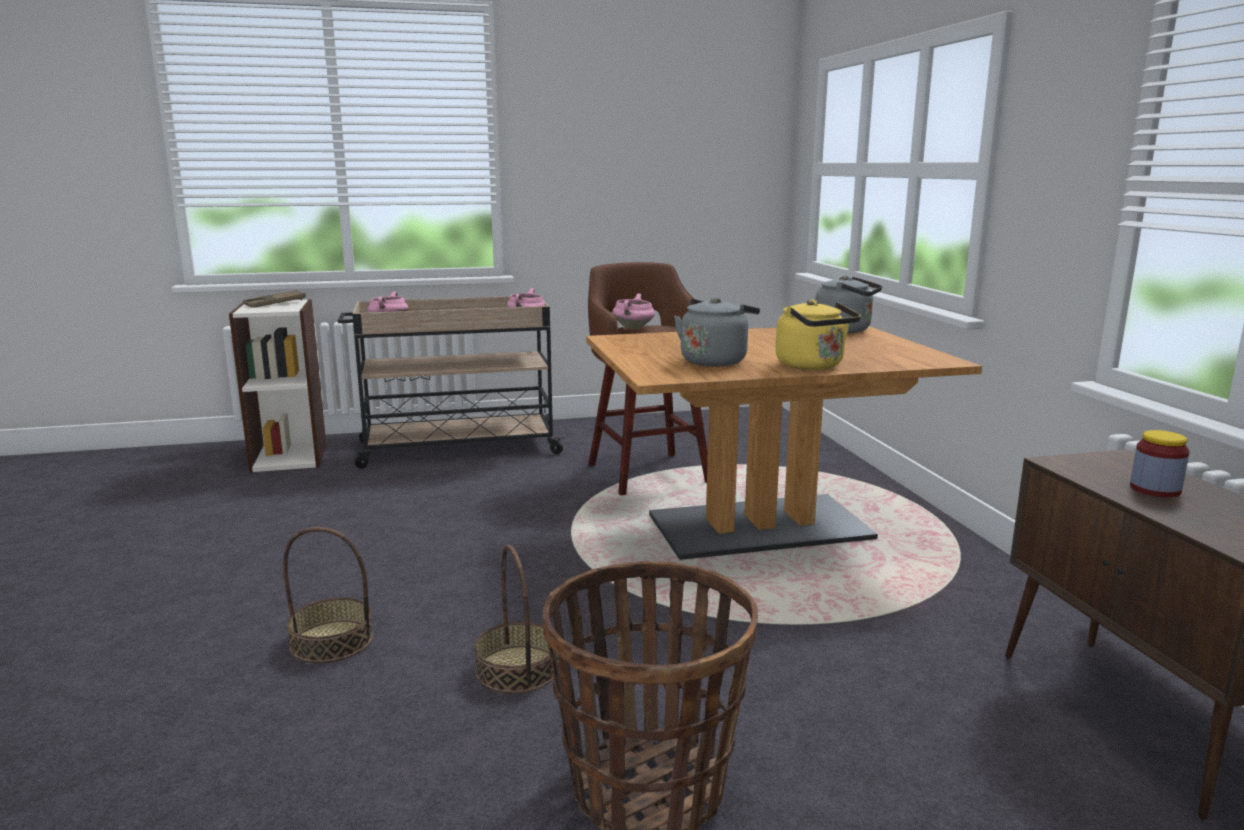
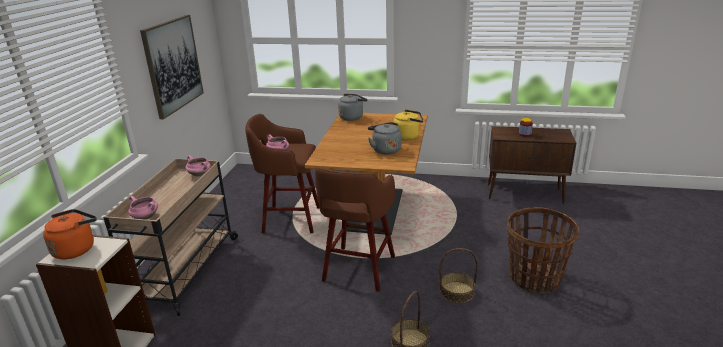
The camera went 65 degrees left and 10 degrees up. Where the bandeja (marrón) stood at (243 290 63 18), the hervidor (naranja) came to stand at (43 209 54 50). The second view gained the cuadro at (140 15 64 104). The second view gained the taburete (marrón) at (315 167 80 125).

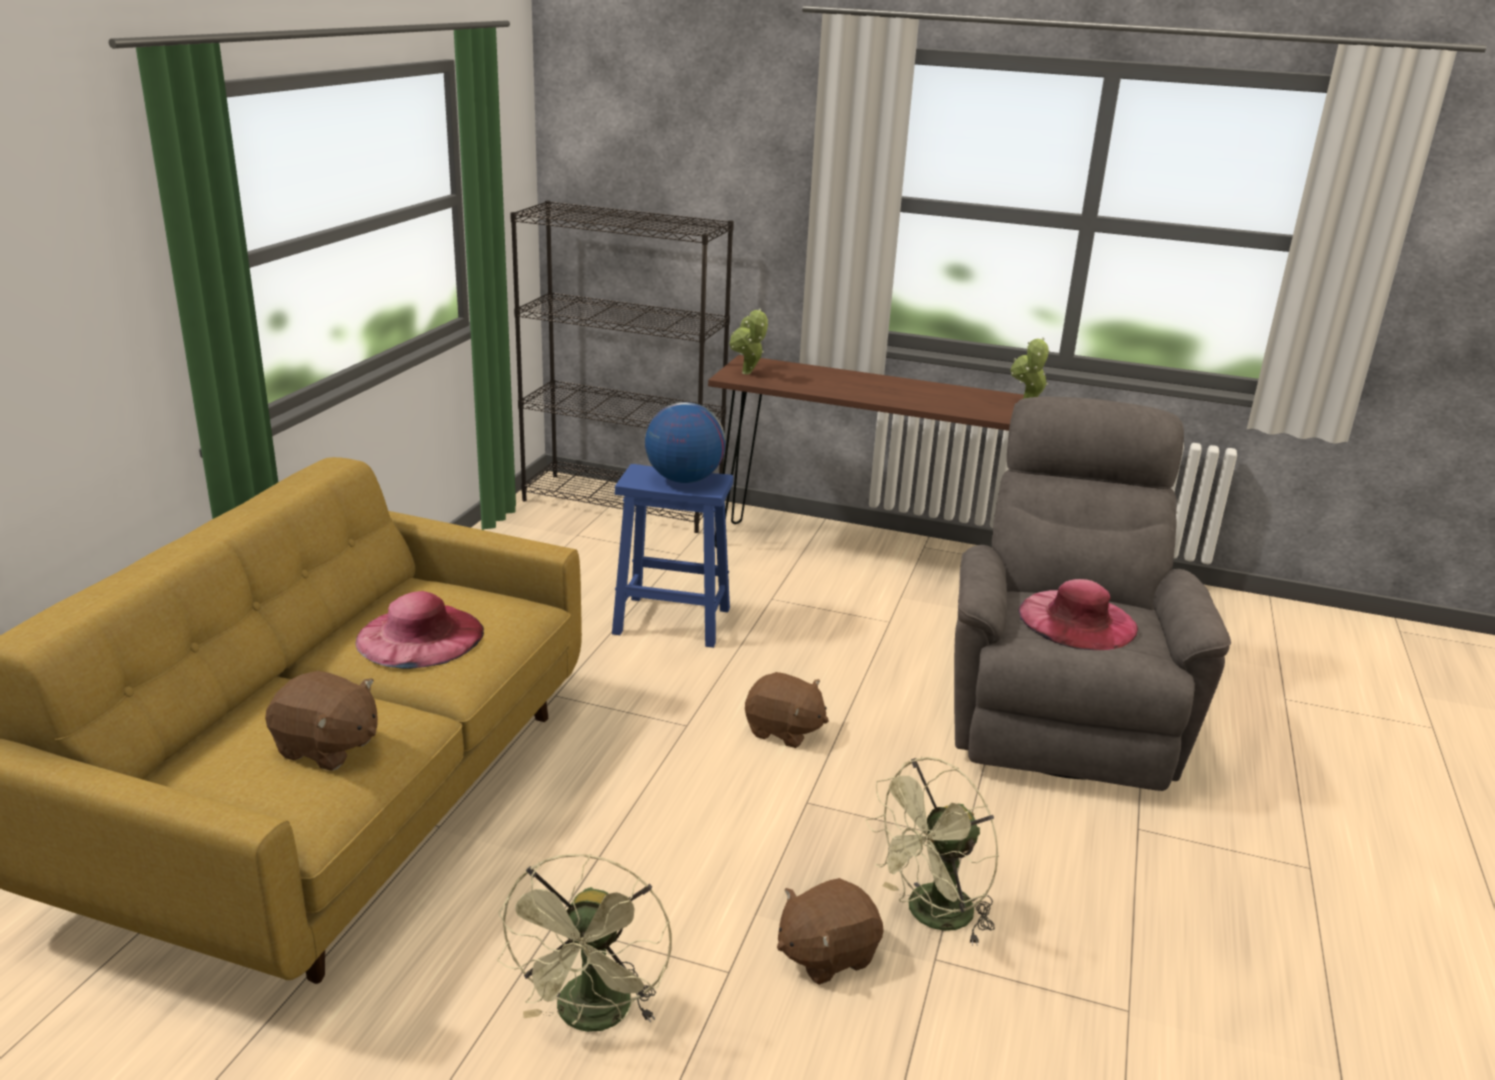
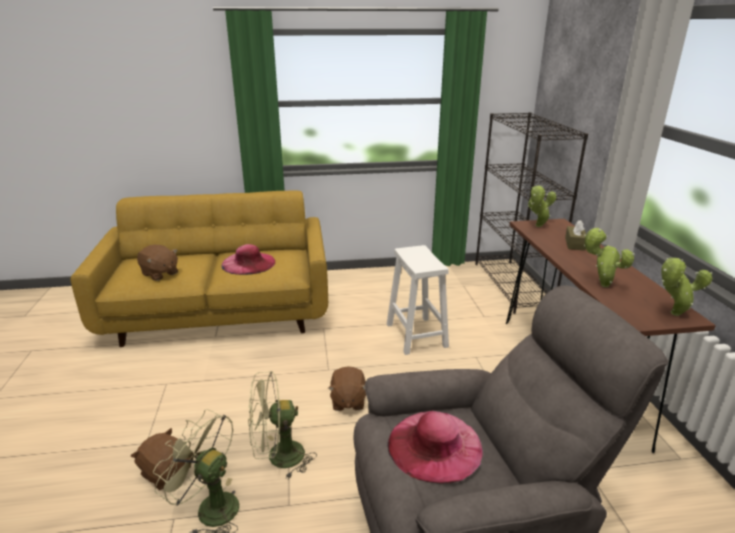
The camera went 65 degrees right and 0 degrees up. The peluche (marrón) at (265 671 113 100) ended up facing another way, 45 degrees counterclockwise from before. The ventilador (verde) ended up elsewhere, having gone from (497 854 175 178) to (248 371 69 108). What was the taburete (azul) at (612 464 121 184) turned into the taburete (blanco) at (387 245 62 110). The second view gained the caja de pañuelos (marrón) at (565 220 21 31). The second view gained the planta en maceta at (584 228 51 59). The second view lost the globo terráqueo at (645 402 81 81).

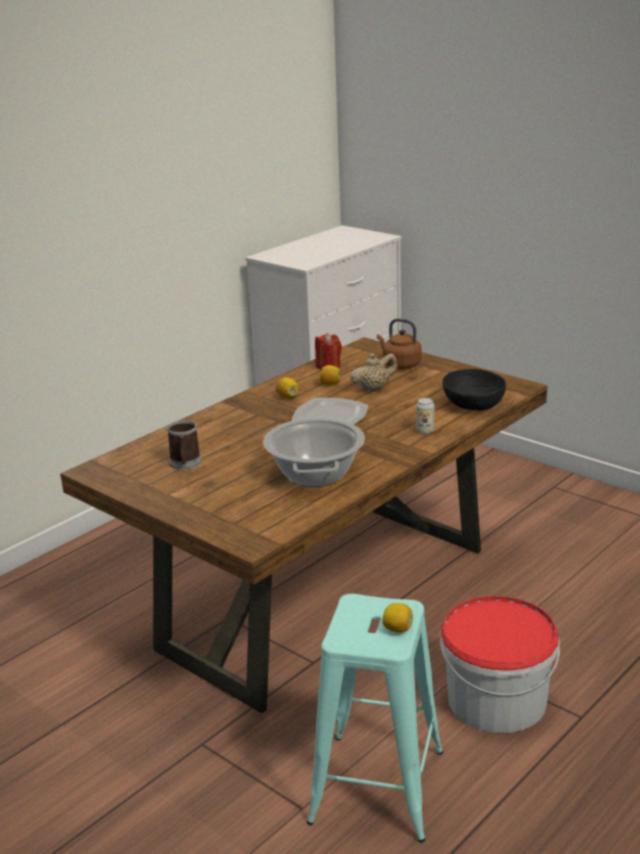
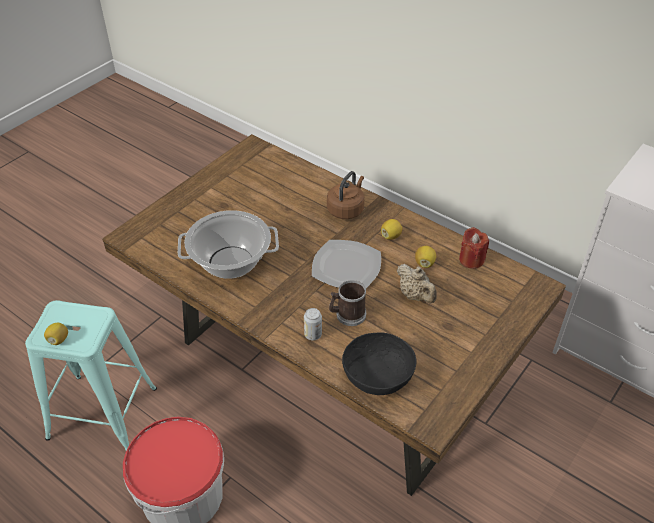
The camera went 85 degrees right and 20 degrees up. The hervidor (marrón) ended up elsewhere, having gone from (377 319 45 50) to (327 171 37 48). The taza grande ended up elsewhere, having gone from (167 420 35 50) to (329 280 37 46).

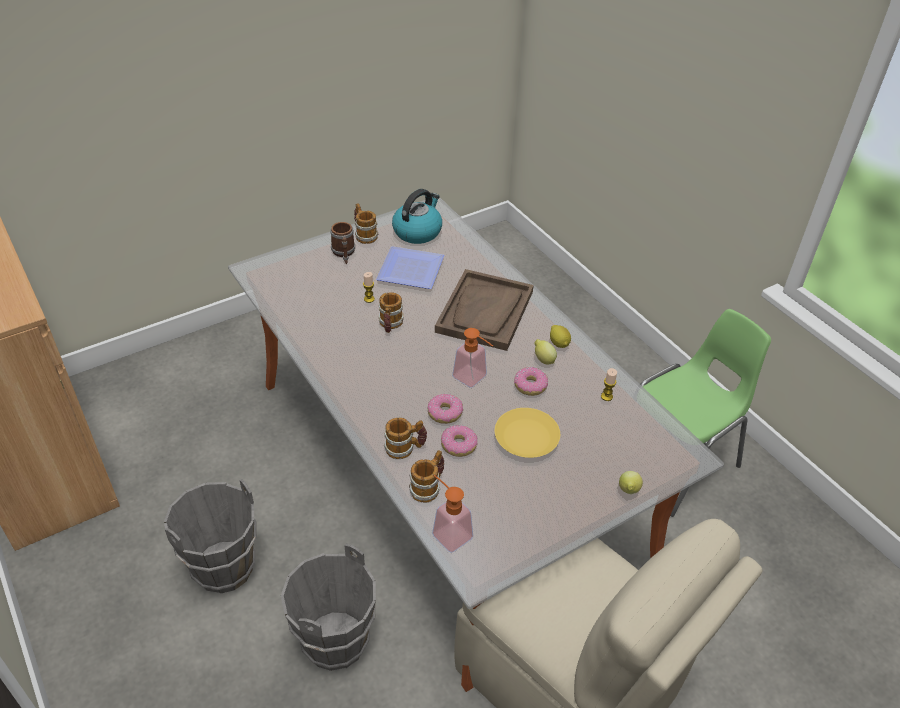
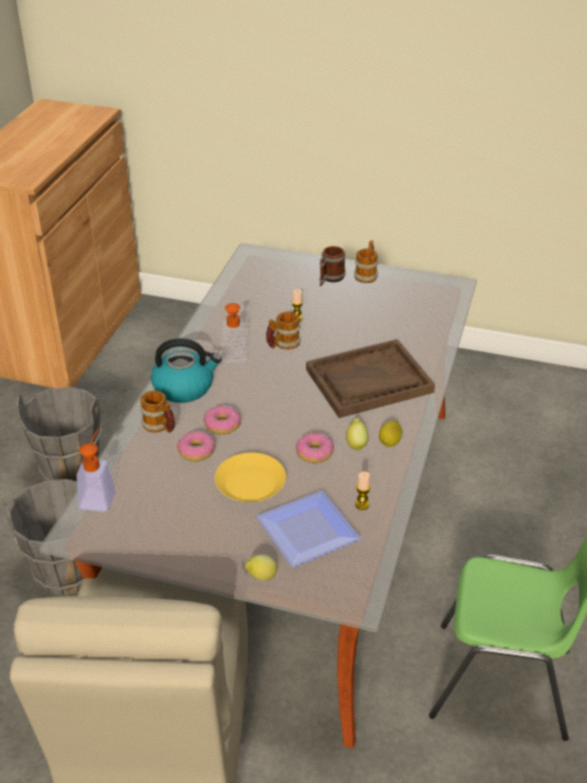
The camera went 50 degrees right and 5 degrees down. The hervidor ended up elsewhere, having gone from (392 189 50 55) to (151 338 71 65). The dispensador de jabón ended up elsewhere, having gone from (452 328 41 60) to (221 303 27 60). The plato ended up elsewhere, having gone from (376 246 68 43) to (256 490 105 77). The second view lost the taza grande at (409 450 35 53).

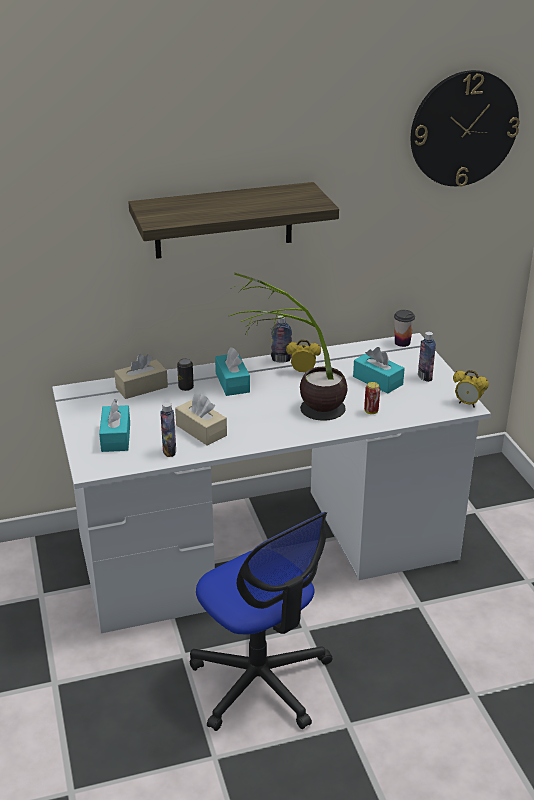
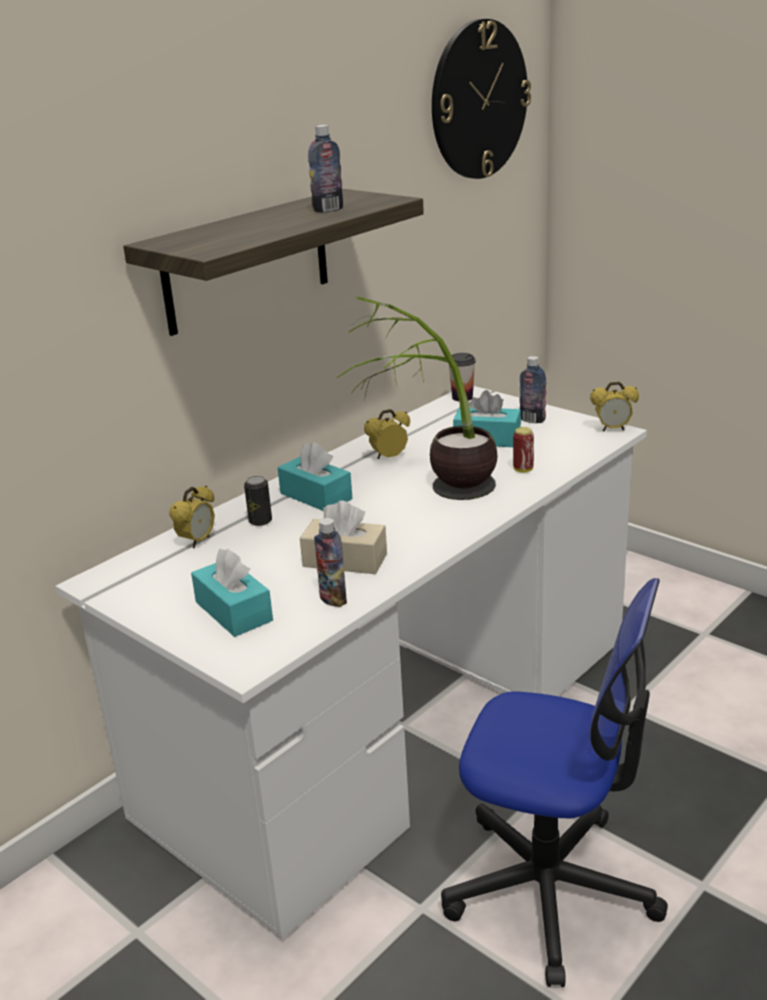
The camera went 30 degrees left and 5 degrees down. Where the caja de pañuelos (beis) stood at (114 354 54 45), the despertador came to stand at (169 486 46 62). The botella ended up elsewhere, having gone from (271 315 21 48) to (308 125 35 88).

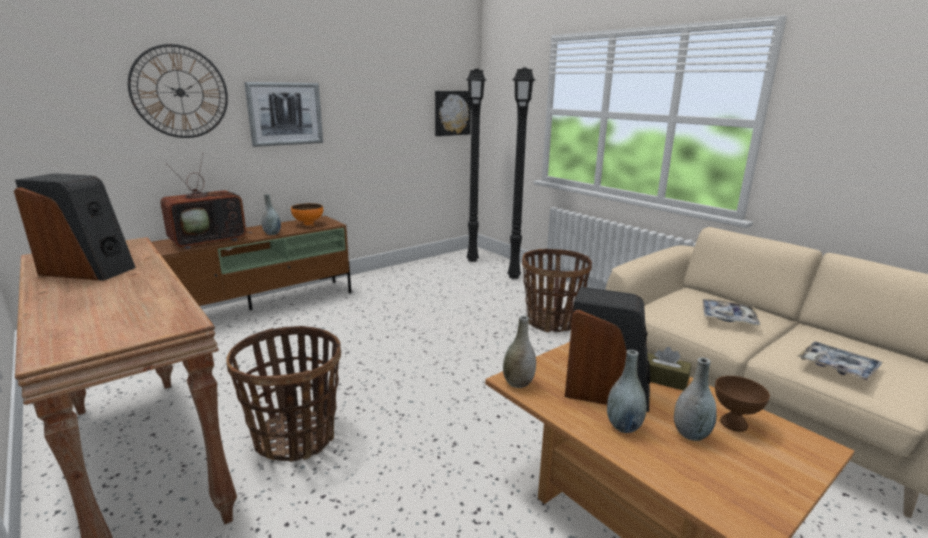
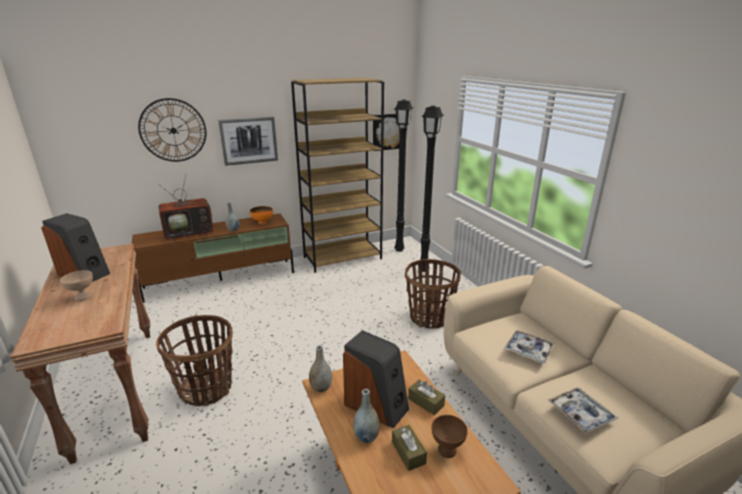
The camera went 15 degrees right and 5 degrees up. The second view gained the cuenco (beis) at (60 270 33 31). The second view gained the estantería (marrón) at (291 78 93 195). Where the florero (gris) stood at (674 357 43 84), the caja de pañuelos (marrón) came to stand at (392 425 35 46).

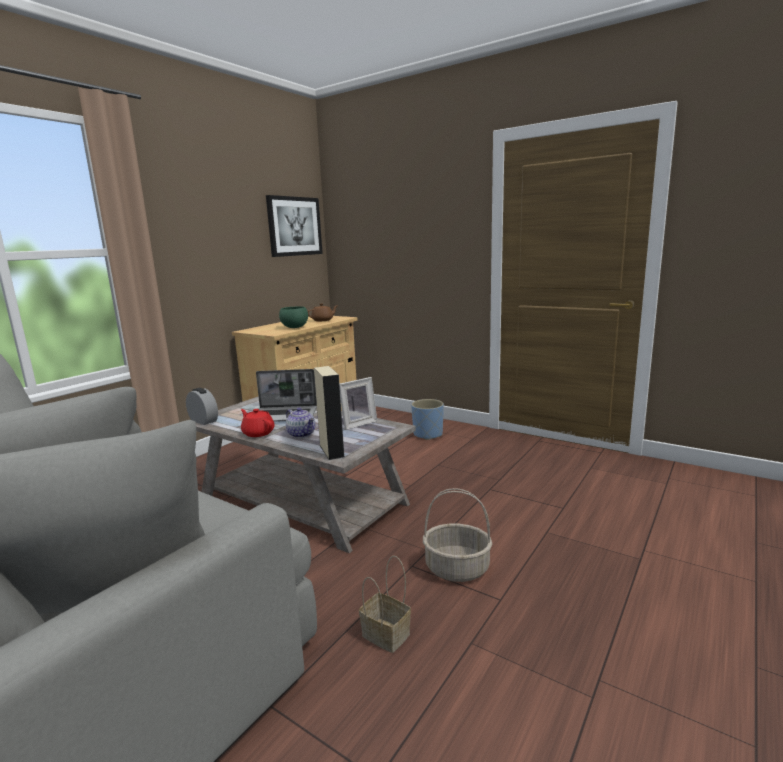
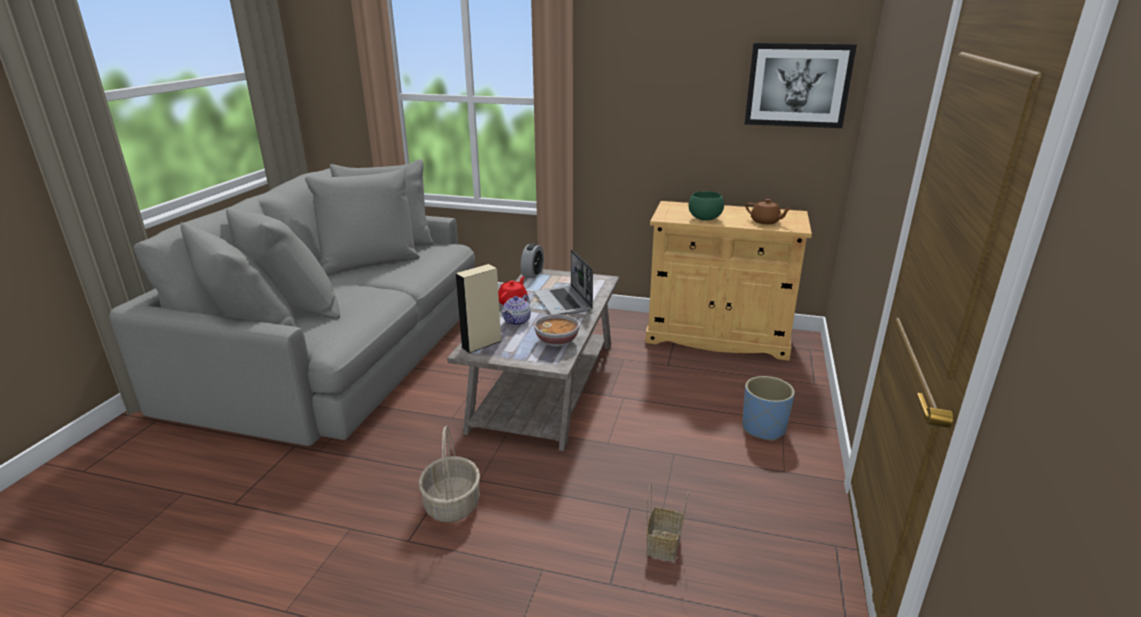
The camera went 70 degrees right and 10 degrees up. Where the portarretratos stood at (340 377 37 53), the cuenco came to stand at (534 314 46 33). The cesta ended up elsewhere, having gone from (359 556 52 97) to (647 483 42 78).

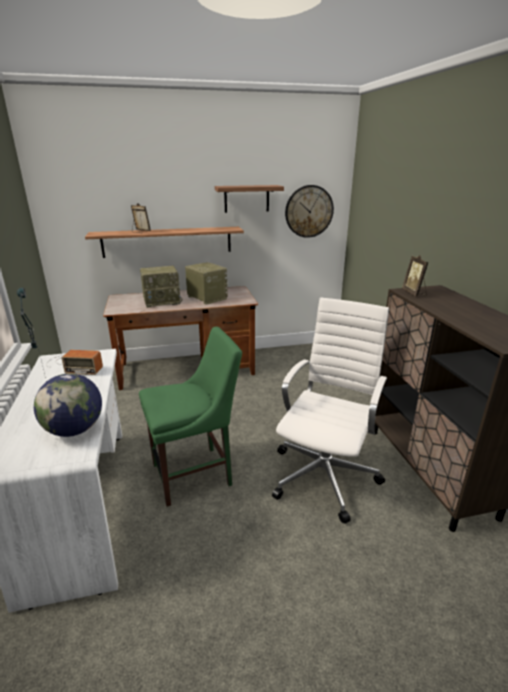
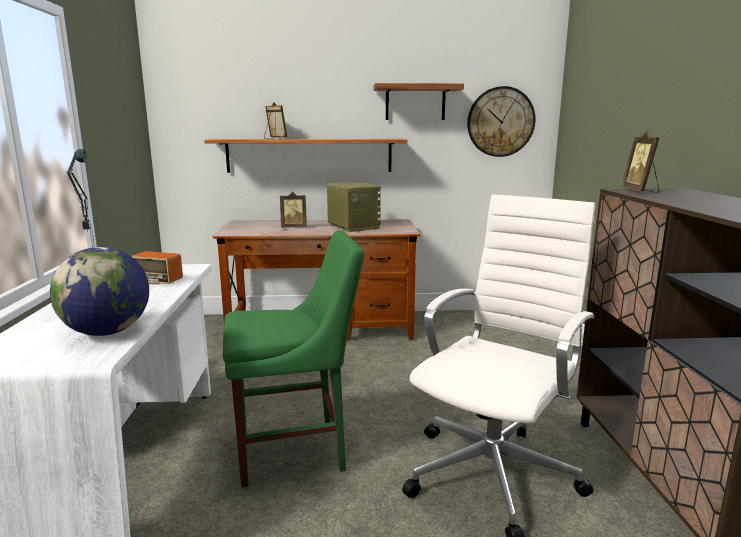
The camera went 10 degrees right and 10 degrees down. Where the radio stood at (140 266 42 42), the portarretratos came to stand at (280 192 27 36).

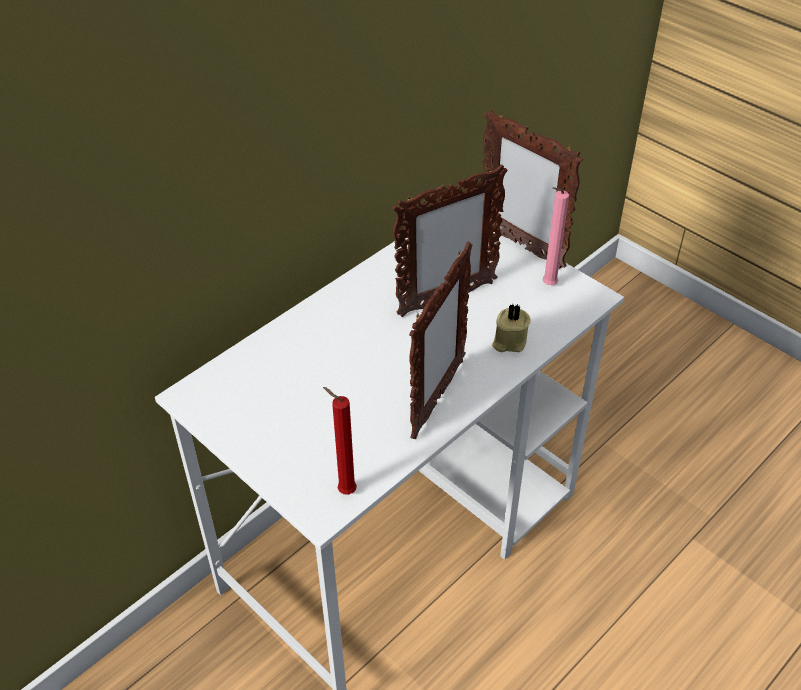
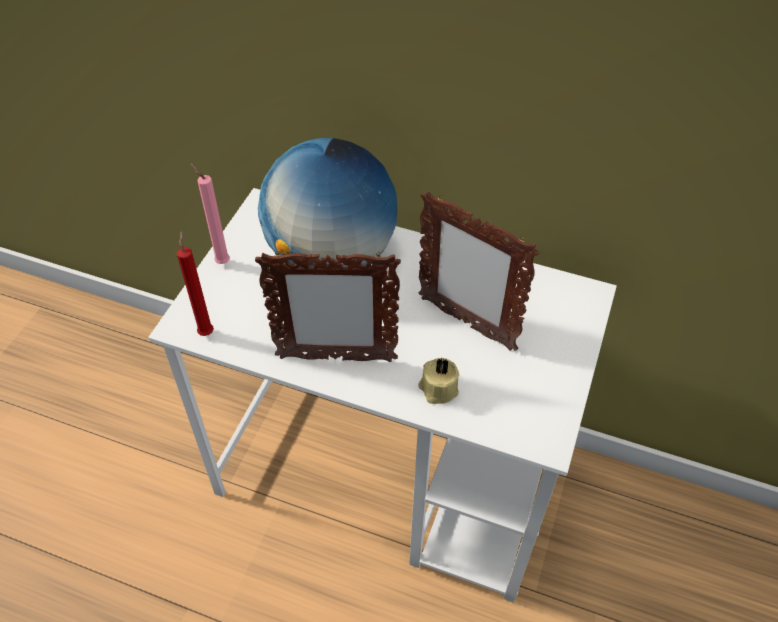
The camera went 65 degrees right and 5 degrees up. The vela (rosa) ended up elsewhere, having gone from (543 187 26 98) to (191 164 39 100). The second view gained the globo terráqueo at (258 138 139 129). The second view lost the portarretratos at (482 110 101 159).

